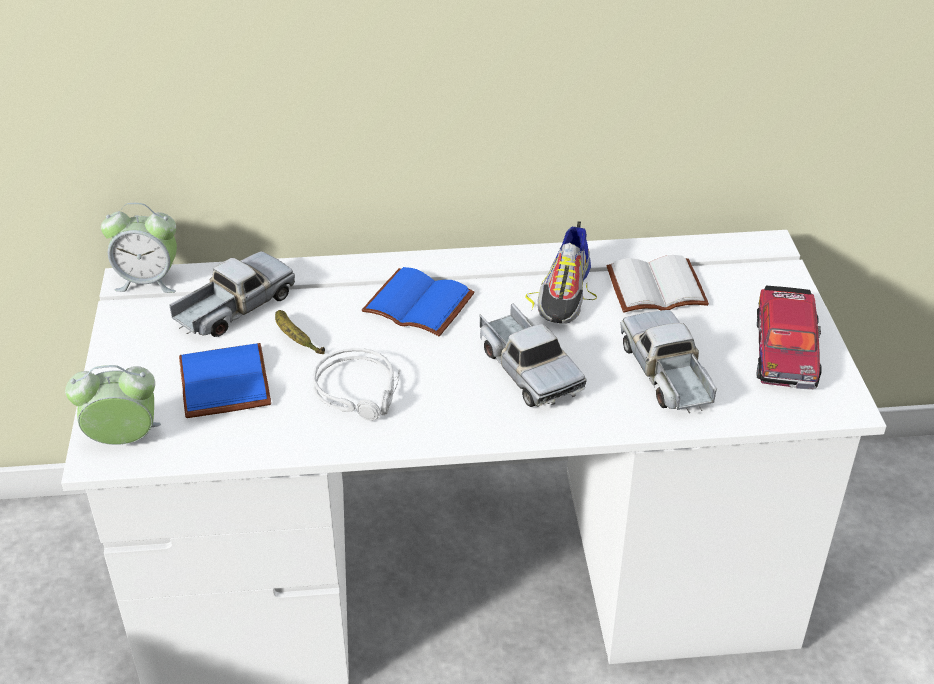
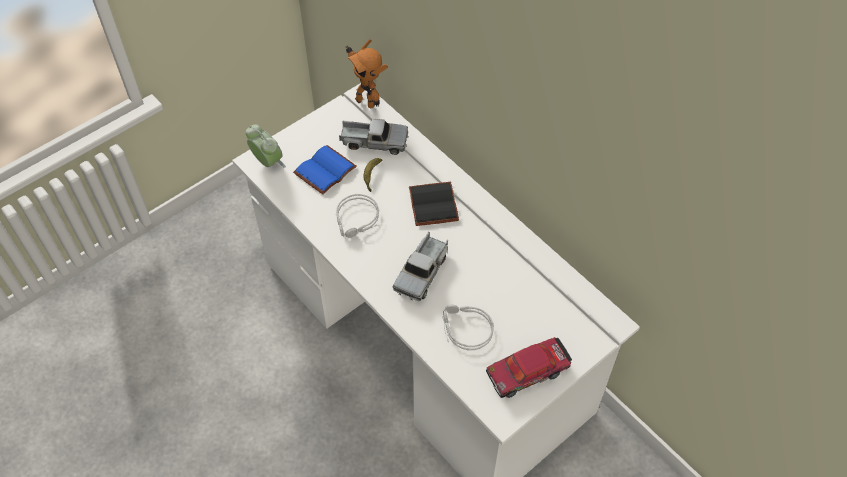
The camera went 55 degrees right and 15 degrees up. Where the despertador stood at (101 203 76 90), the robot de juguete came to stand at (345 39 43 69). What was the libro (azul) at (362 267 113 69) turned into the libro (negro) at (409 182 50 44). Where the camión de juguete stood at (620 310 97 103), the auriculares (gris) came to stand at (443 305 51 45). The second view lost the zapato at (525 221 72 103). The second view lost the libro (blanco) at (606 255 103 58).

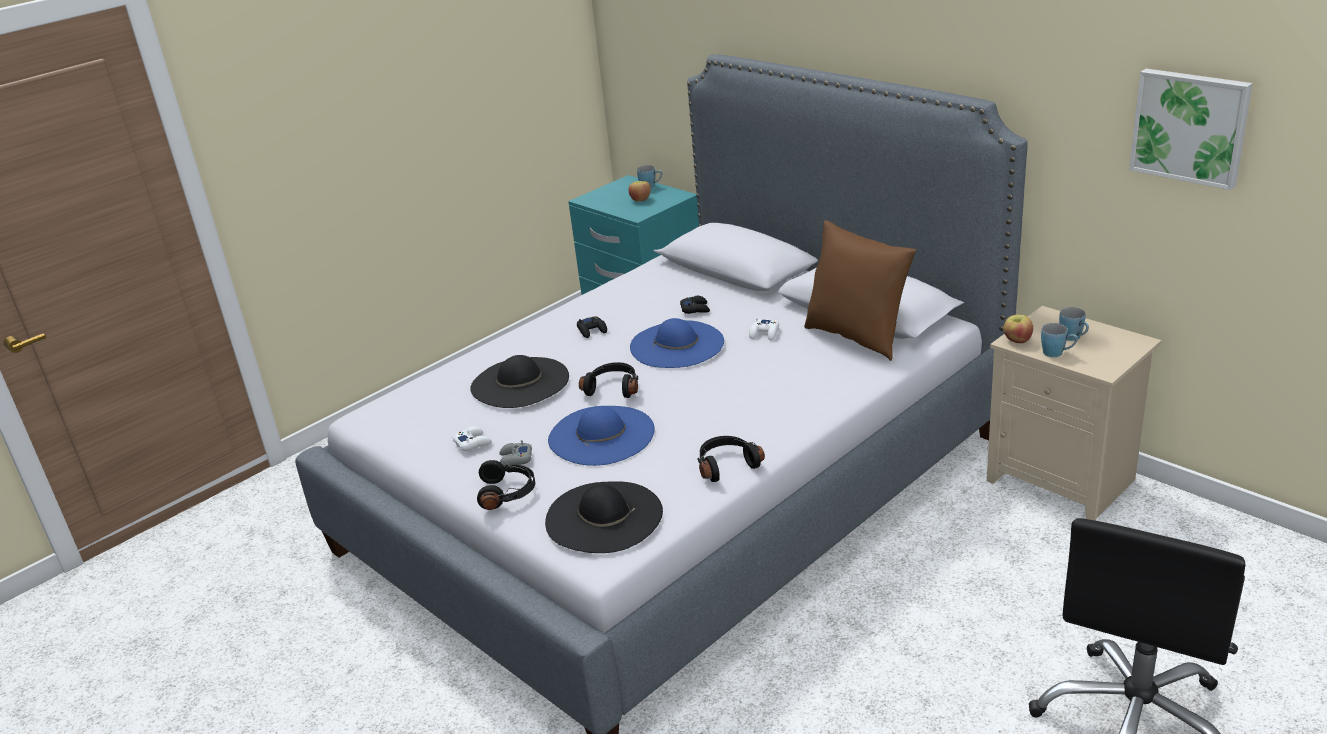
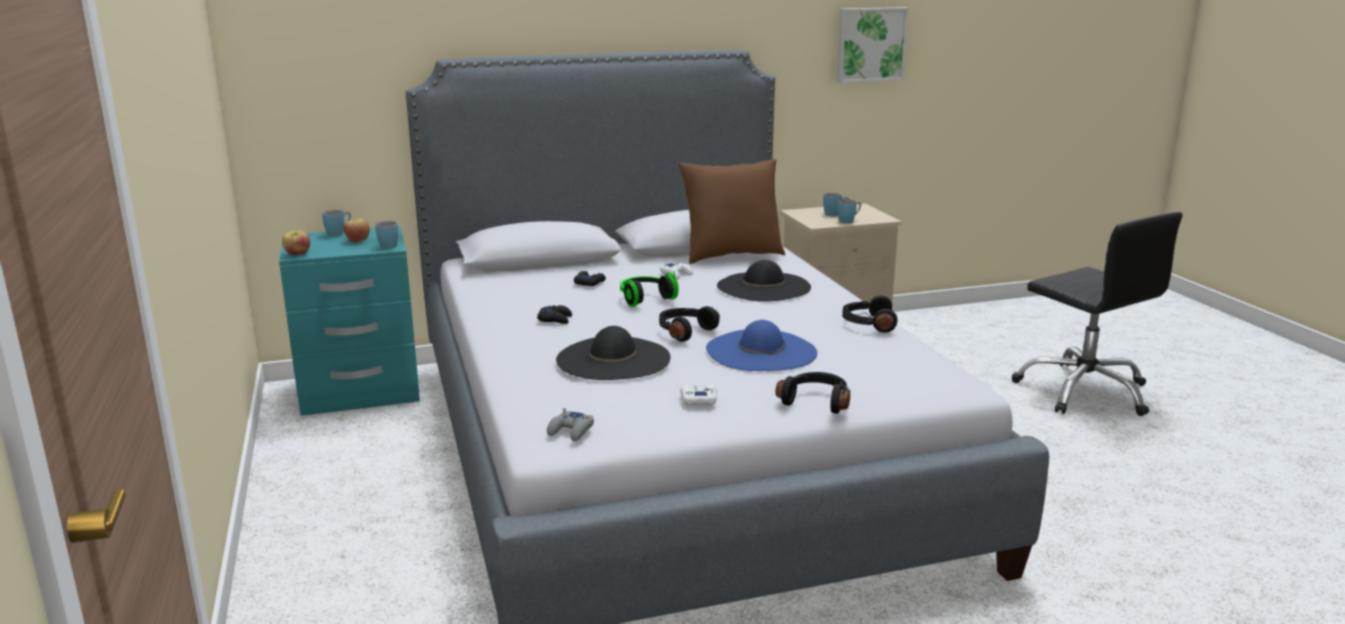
The camera went 65 degrees left and 10 degrees down. The manzana ended up elsewhere, having gone from (1003 314 30 29) to (282 230 28 26). The second view gained the taza grande (azul) at (375 221 23 28). The mando de consola (gris) ended up elsewhere, having gone from (499 440 33 27) to (547 408 47 33). Where the sombrero (azul) stood at (630 318 94 50), the auriculares came to stand at (620 271 59 36). The sombrero (negro) ended up elsewhere, having gone from (545 481 118 72) to (717 260 94 42).

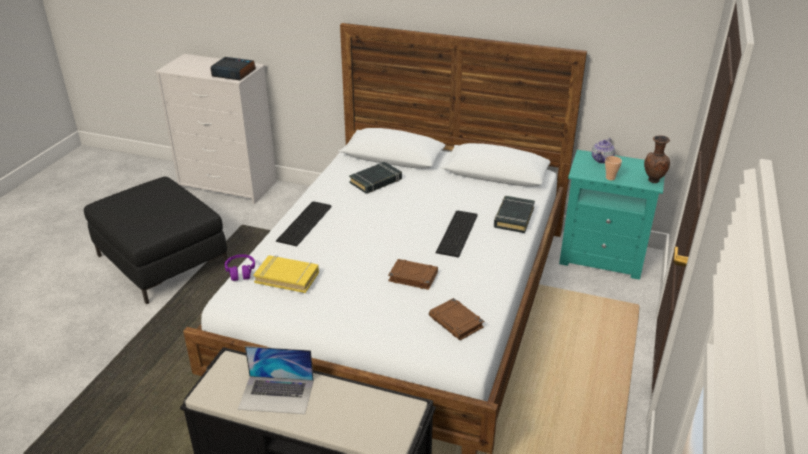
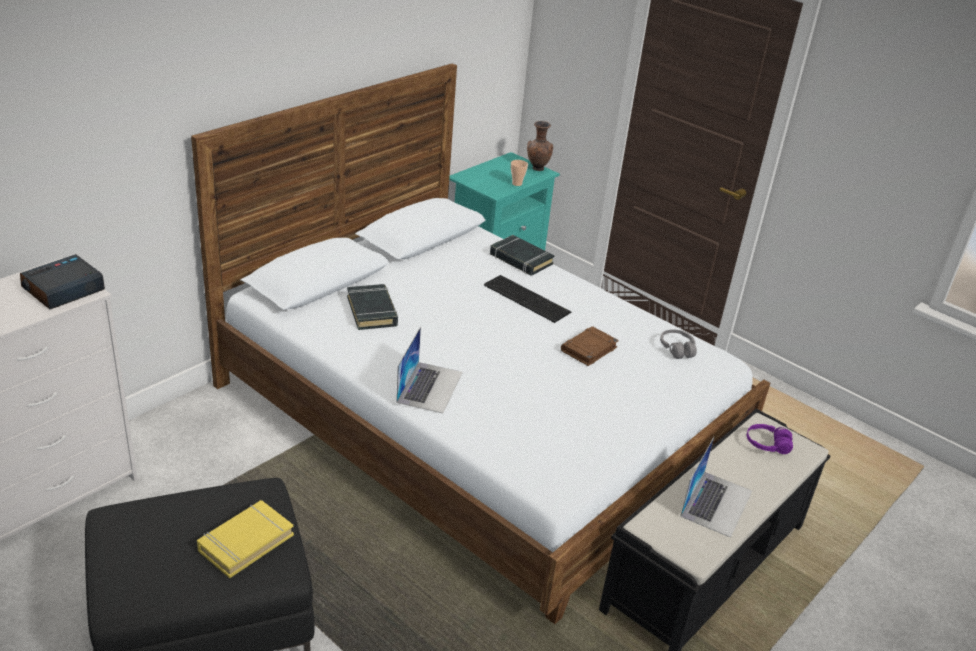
The camera went 70 degrees left and 0 degrees up. The libro (amarillo) ended up elsewhere, having gone from (253 255 66 38) to (197 500 97 78). Where the teclado stood at (276 201 56 45), the portátil came to stand at (396 327 67 86). Where the libro (marrón) stood at (429 298 55 43), the auriculares (gris) came to stand at (660 329 37 30). The auriculares (morado) ended up elsewhere, having gone from (225 254 30 27) to (747 424 46 30). The second view lost the tetera at (592 138 23 26).

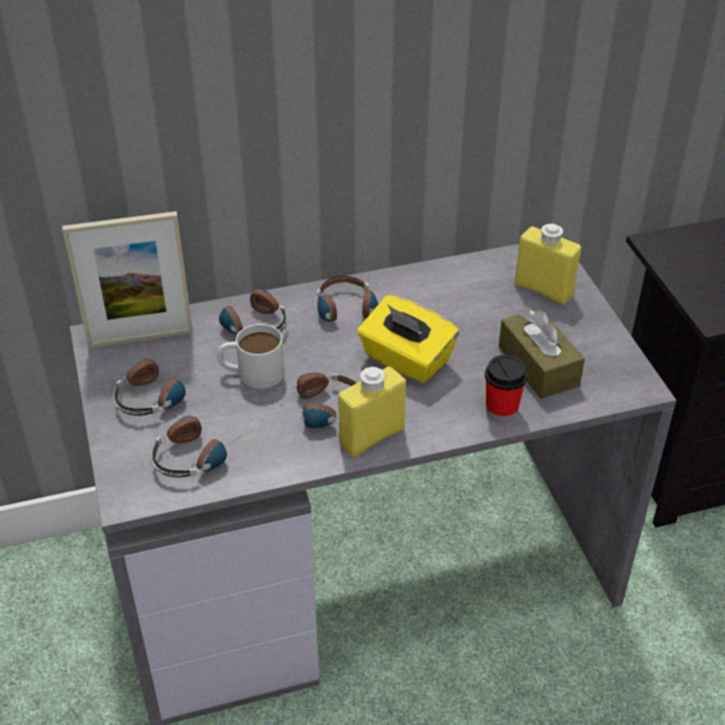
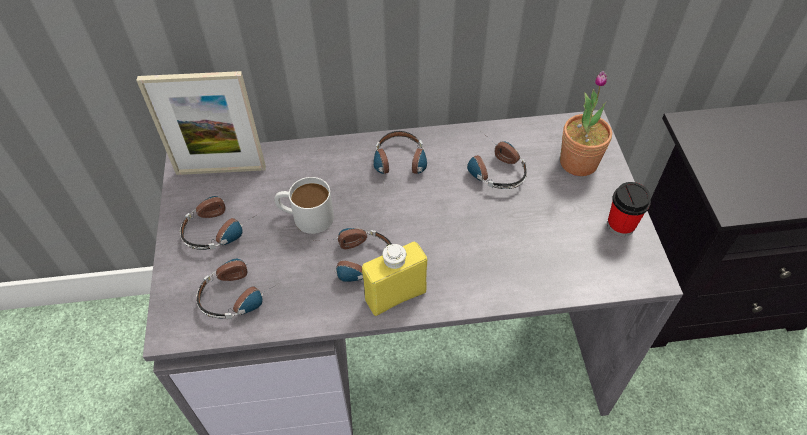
The camera went 10 degrees right and 10 degrees up. The auriculares ended up elsewhere, having gone from (219 283 68 51) to (467 133 60 56). Where the botella (amarillo) stood at (515 224 66 81), the planta en maceta came to stand at (560 71 52 105). The taza ended up elsewhere, having gone from (485 355 42 66) to (607 182 44 55). The second view lost the caja de pañuelos (amarillo) at (357 295 102 89). The second view lost the caja de pañuelos (marrón) at (499 308 86 91).

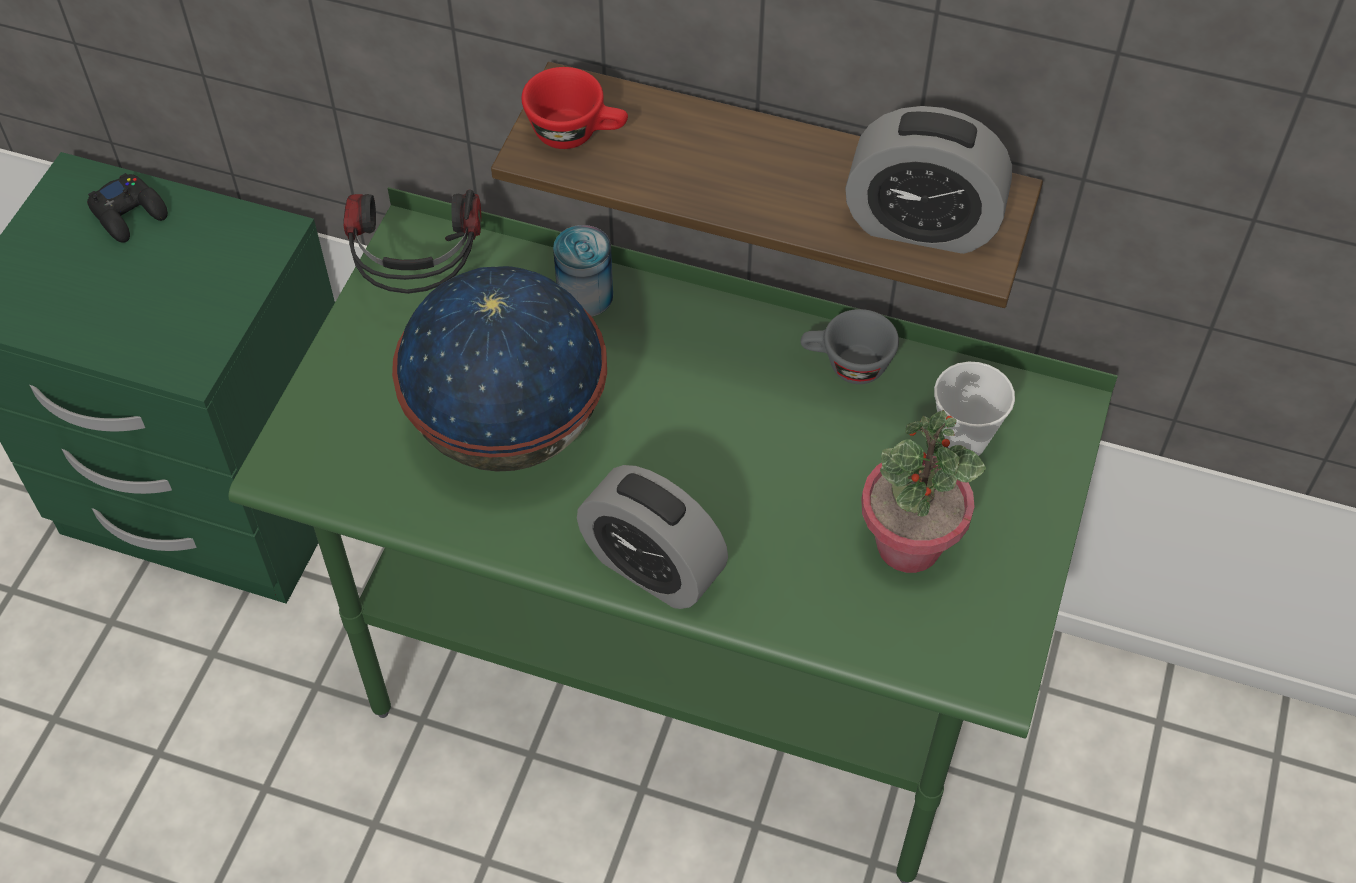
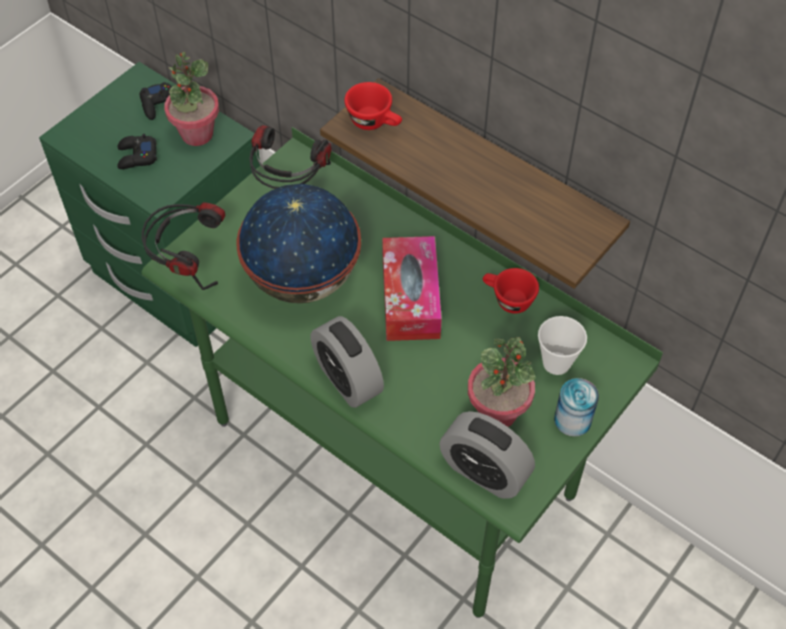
The camera went 20 degrees right and 0 degrees up. The second view gained the mando de consola (negro) at (117 134 40 35). The second view gained the auriculares at (142 202 83 88). The second view gained the planta en maceta at (164 52 55 94). The second view gained the caja de pañuelos at (382 236 60 105). The despertador ended up elsewhere, having gone from (845 106 167 148) to (439 411 96 88). What was the taza (gris) at (800 309 99 75) turned into the taza (rojo) at (483 268 56 46). The lata ended up elsewhere, having gone from (553 225 60 92) to (554 378 45 59).

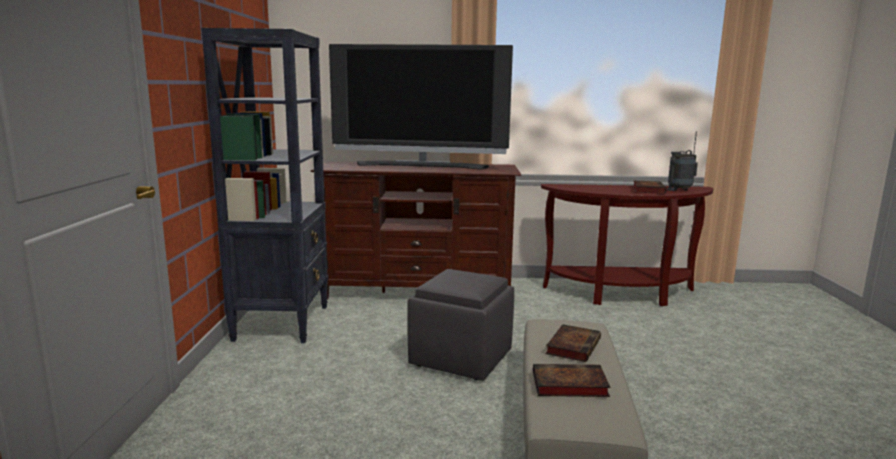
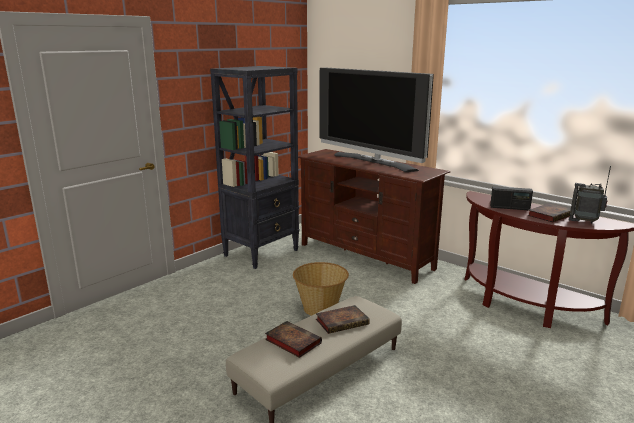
The camera went 40 degrees right and 5 degrees up. Where the puf (gris) stood at (407 269 107 112), the cesta came to stand at (293 262 56 54). The second view gained the radio at (490 186 43 24).

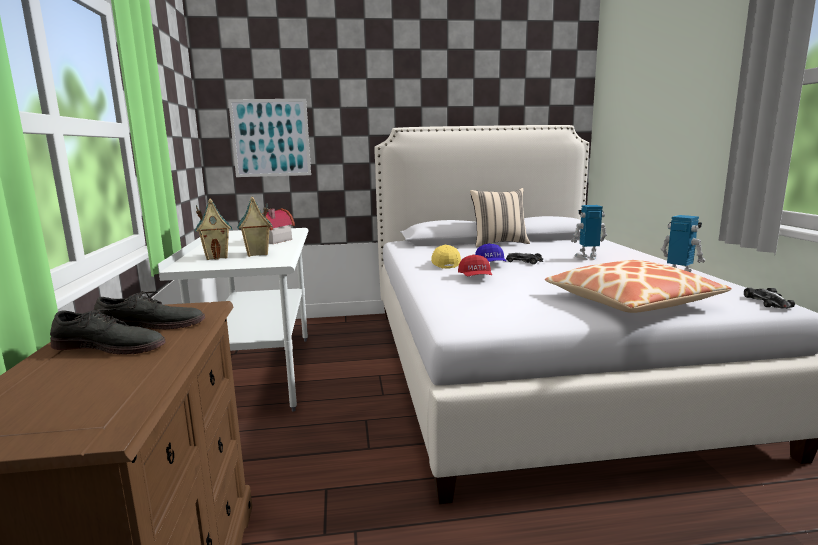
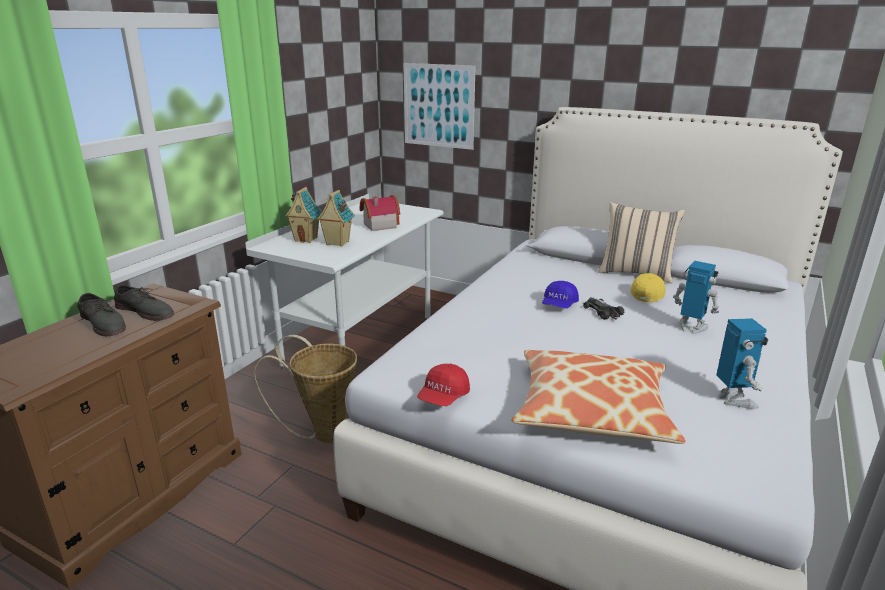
The camera went 35 degrees right and 10 degrees up. The second view gained the cesta at (254 335 103 108). The gorra (rojo) ended up elsewhere, having gone from (458 254 34 22) to (417 364 53 42). The gorra (amarillo) ended up elsewhere, having gone from (431 245 30 23) to (630 273 36 29). The second view lost the coche de juguete at (744 288 51 21).

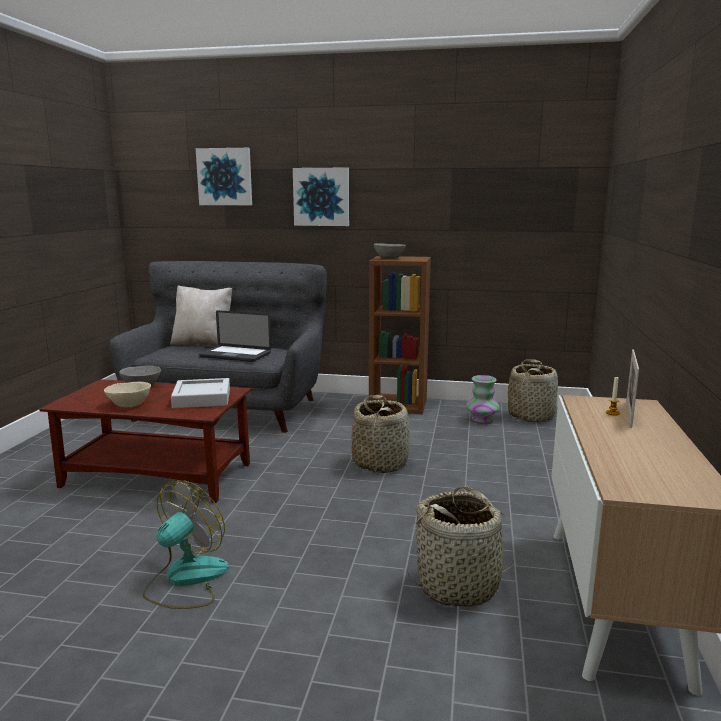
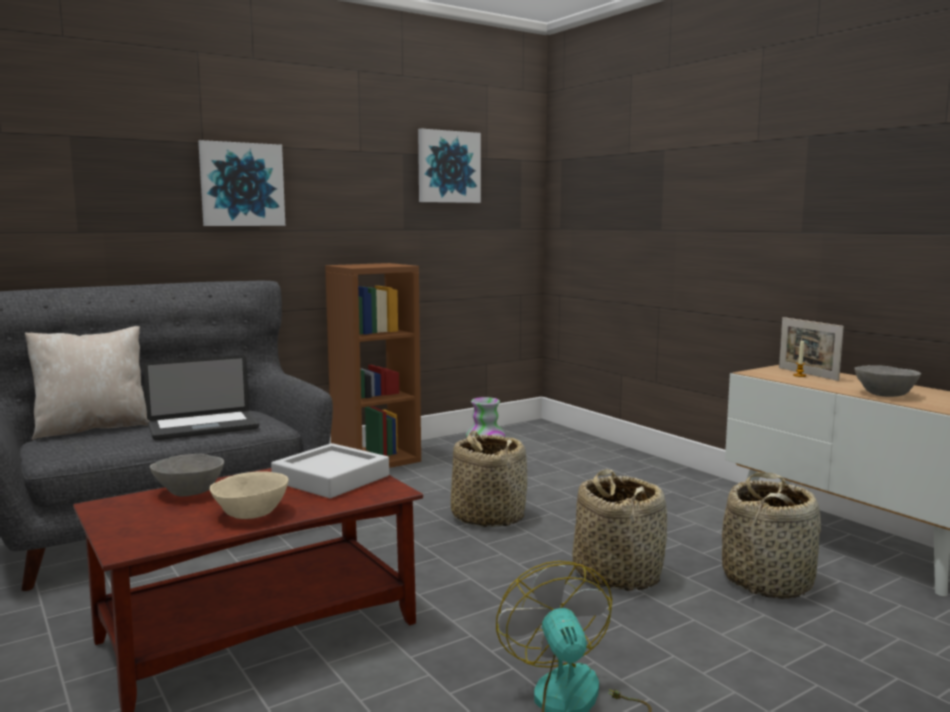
The camera went 45 degrees left and 5 degrees down. The cuadro ended up elsewhere, having gone from (196 148 56 57) to (418 129 63 74). The cesta ended up elsewhere, having gone from (508 359 50 64) to (572 469 95 122). The cuenco (gris) ended up elsewhere, having gone from (374 243 32 16) to (854 365 67 32).

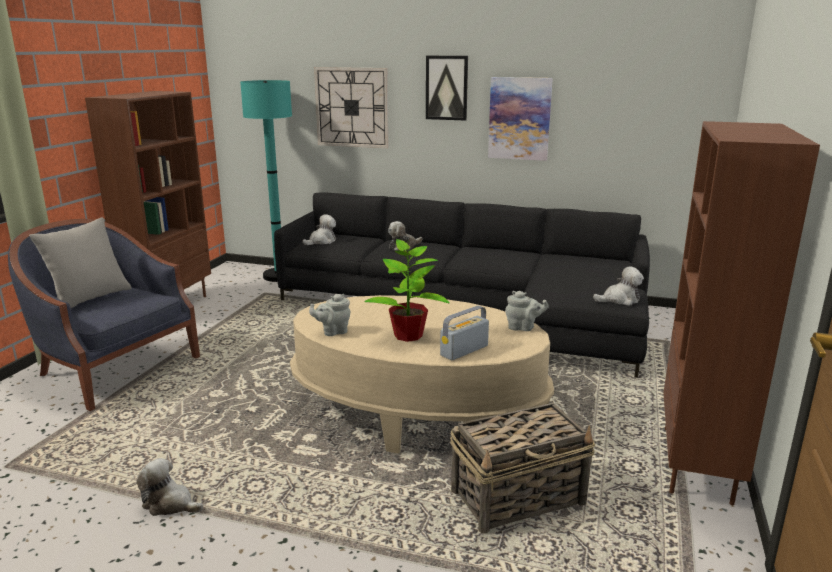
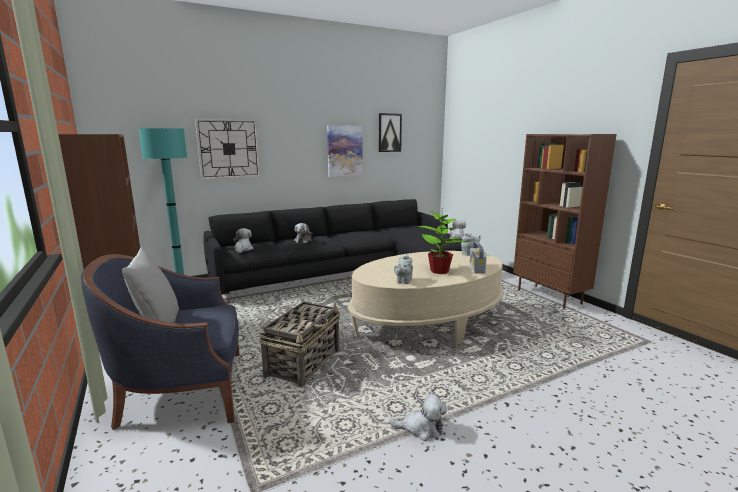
The camera went 45 degrees left and 5 degrees down. The cesta ended up elsewhere, having gone from (450 403 146 131) to (259 301 81 86). The cuadro ended up elsewhere, having gone from (426 56 42 65) to (379 113 23 39). The peluche at (136 458 67 58) ended up facing another way, 150 degrees counterclockwise from before.

